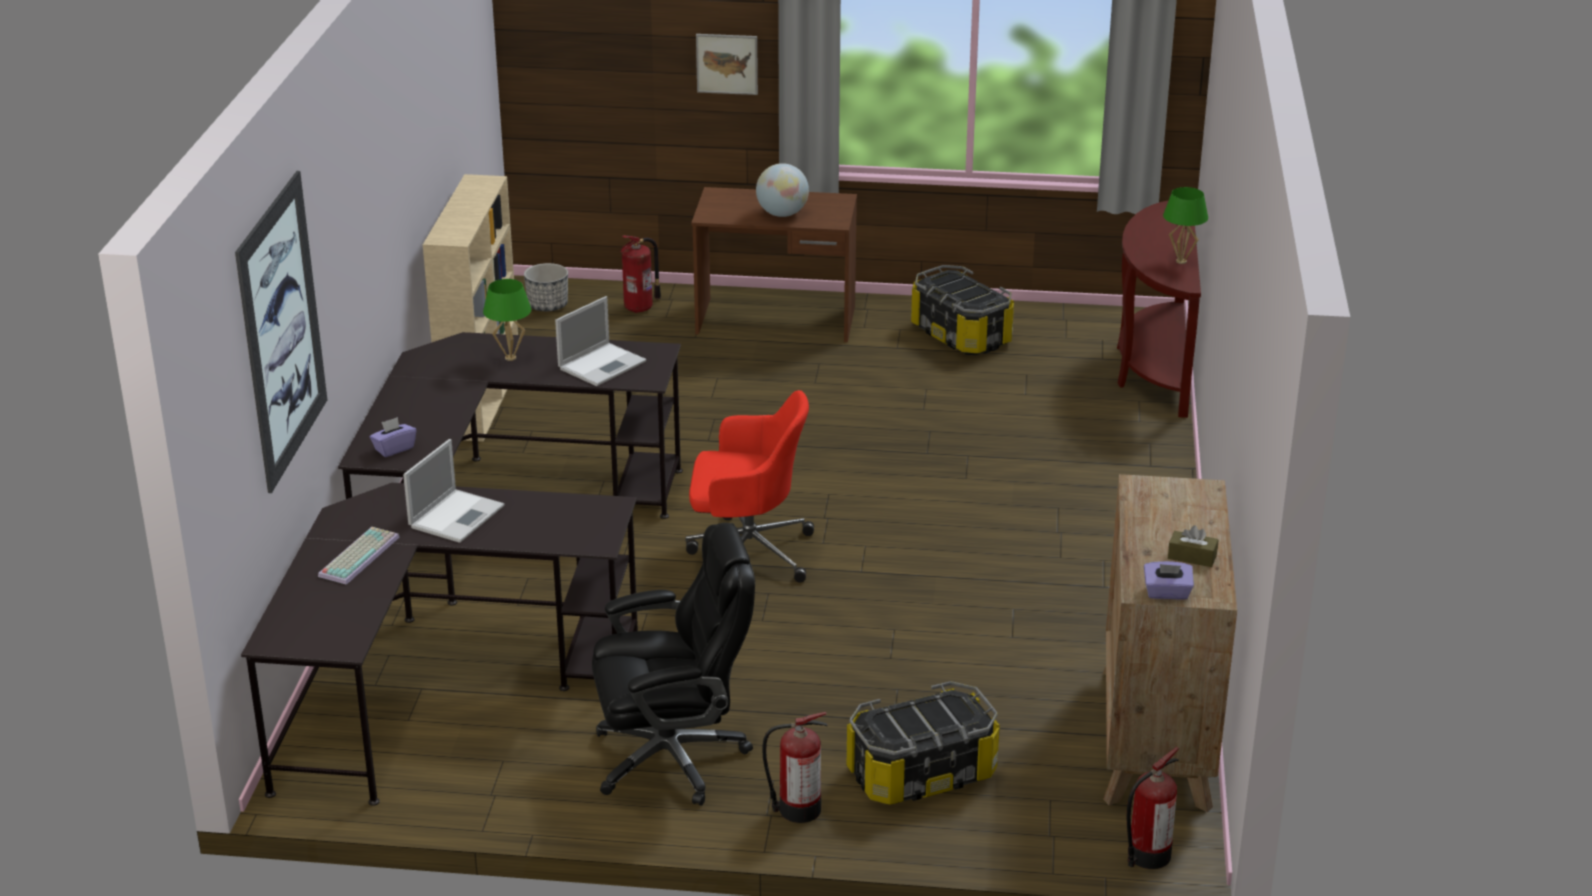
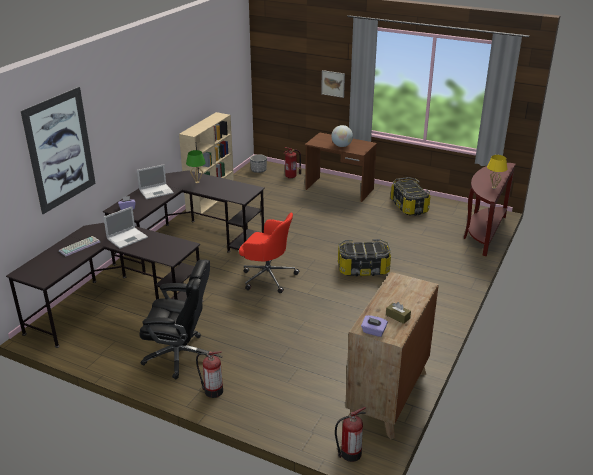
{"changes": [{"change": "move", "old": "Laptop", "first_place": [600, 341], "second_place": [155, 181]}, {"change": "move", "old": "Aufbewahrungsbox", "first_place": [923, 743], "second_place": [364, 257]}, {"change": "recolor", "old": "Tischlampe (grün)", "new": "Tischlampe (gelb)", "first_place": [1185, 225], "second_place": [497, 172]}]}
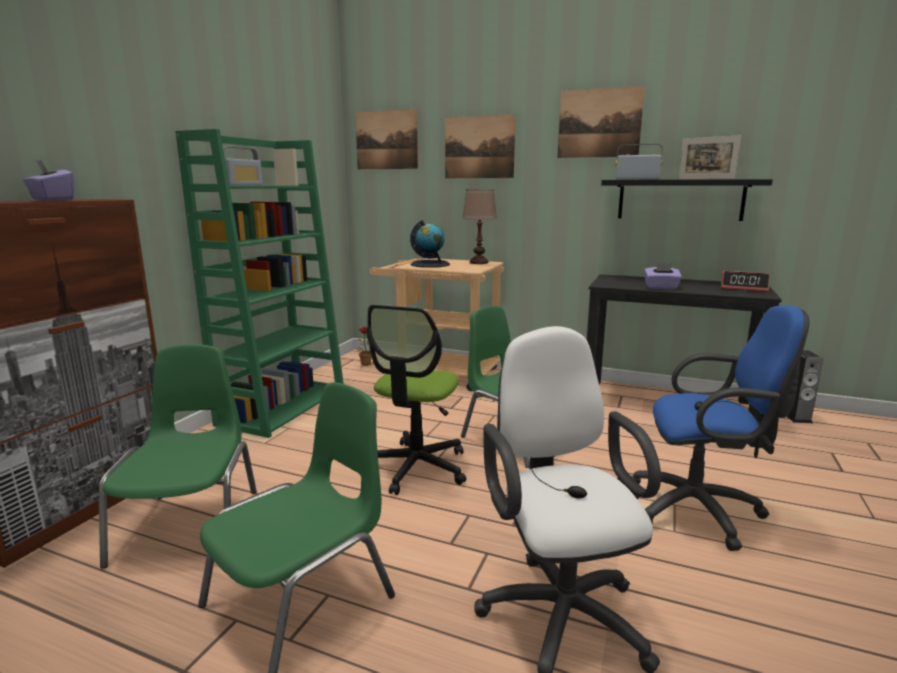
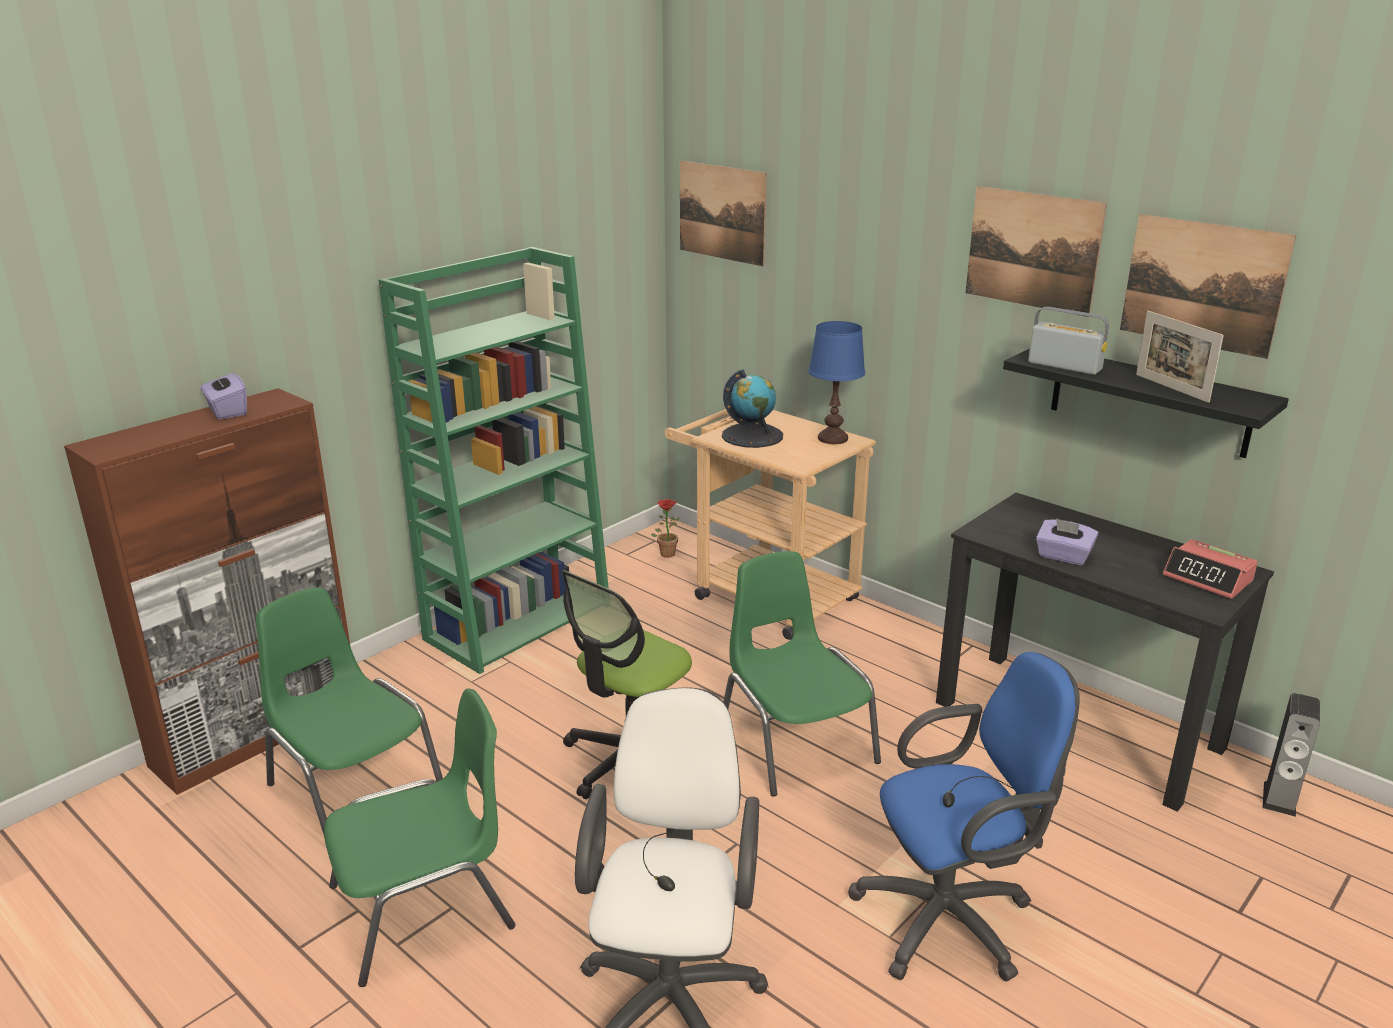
{"changes": [{"change": "rotate", "old": "Stuhl (grün)", "first_place": [178, 456], "second_place": [349, 710], "degrees": -60}, {"change": "delete", "old": "Radio", "first_place": [243, 165]}, {"change": "move", "old": "Bild", "first_place": [480, 146], "second_place": [1208, 286]}, {"change": "recolor", "old": "Tischlampe (braun)", "new": "Tischlampe (blau)", "first_place": [479, 226], "second_place": [836, 382]}, {"change": "rotate", "old": "Bürostuhl (blau)", "first_place": [720, 428], "second_place": [964, 816], "degrees": -45}]}
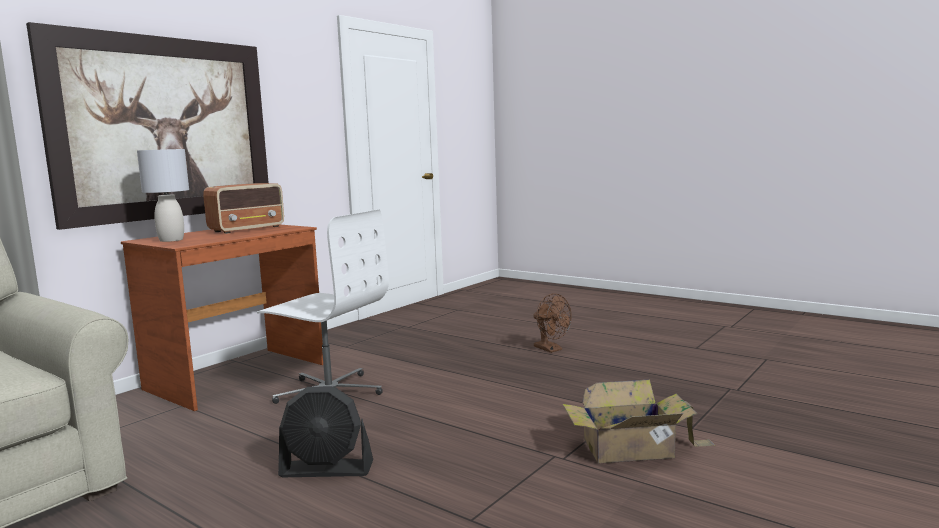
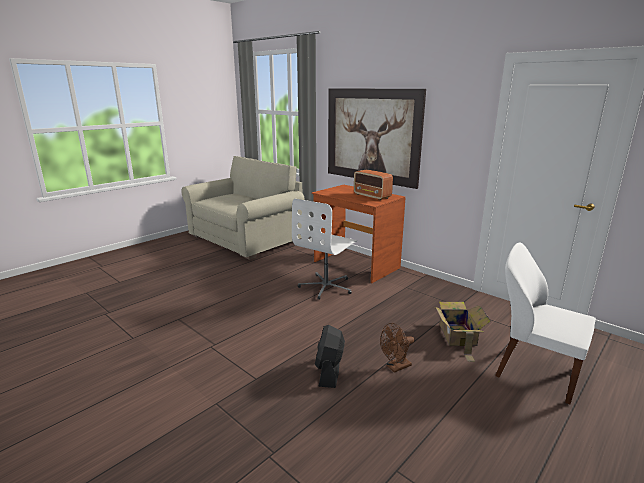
{"changes": [{"change": "delete", "old": "Tischlampe (grau)", "first_place": [163, 195]}, {"change": "move", "old": "Ventilator (schwarz)", "first_place": [325, 431], "second_place": [330, 356]}, {"change": "move", "old": "Karton", "first_place": [639, 422], "second_place": [462, 332]}, {"change": "insert", "new": "Stuhl (weiß)", "second_place": [545, 323]}]}
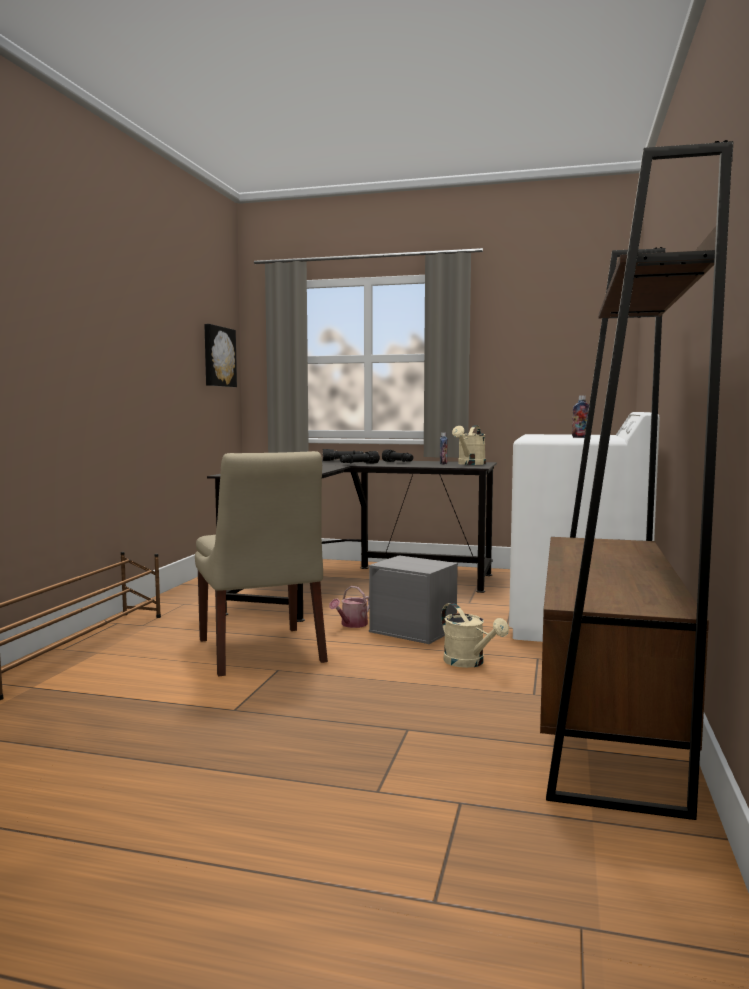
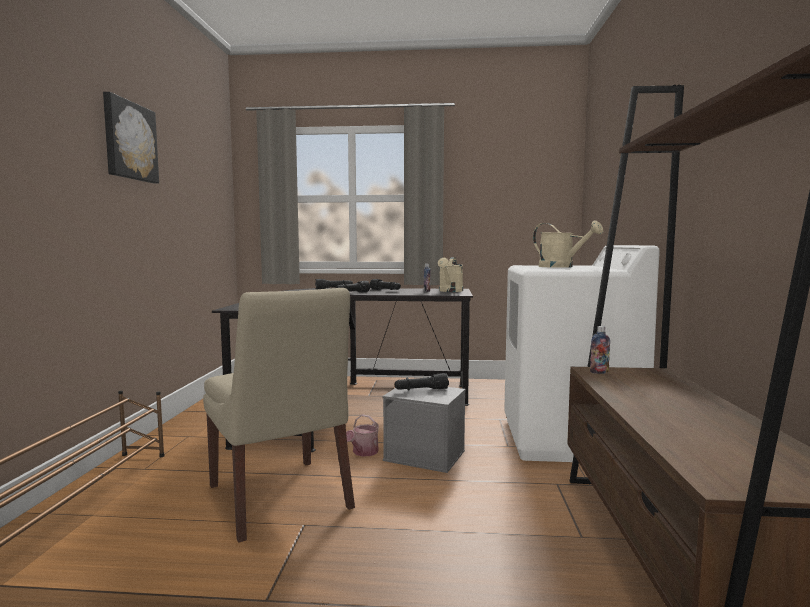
{"changes": [{"change": "move", "old": "Bild", "first_place": [220, 355], "second_place": [131, 137]}, {"change": "move", "old": "Gießkanne (beige)", "first_place": [475, 635], "second_place": [568, 244]}, {"change": "move", "old": "Flasche", "first_place": [580, 416], "second_place": [600, 350]}, {"change": "insert", "new": "Taschenlampe (schwarz)", "second_place": [422, 382]}]}
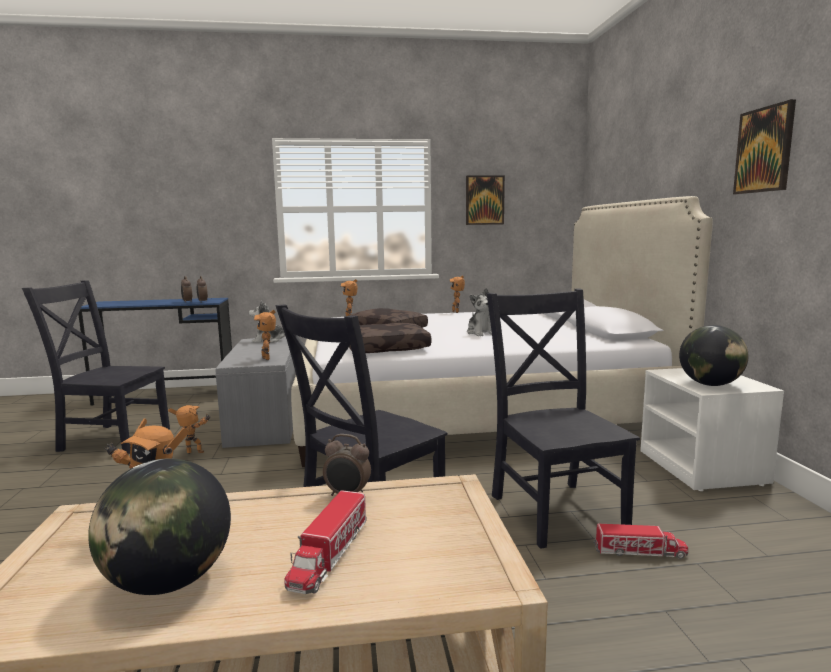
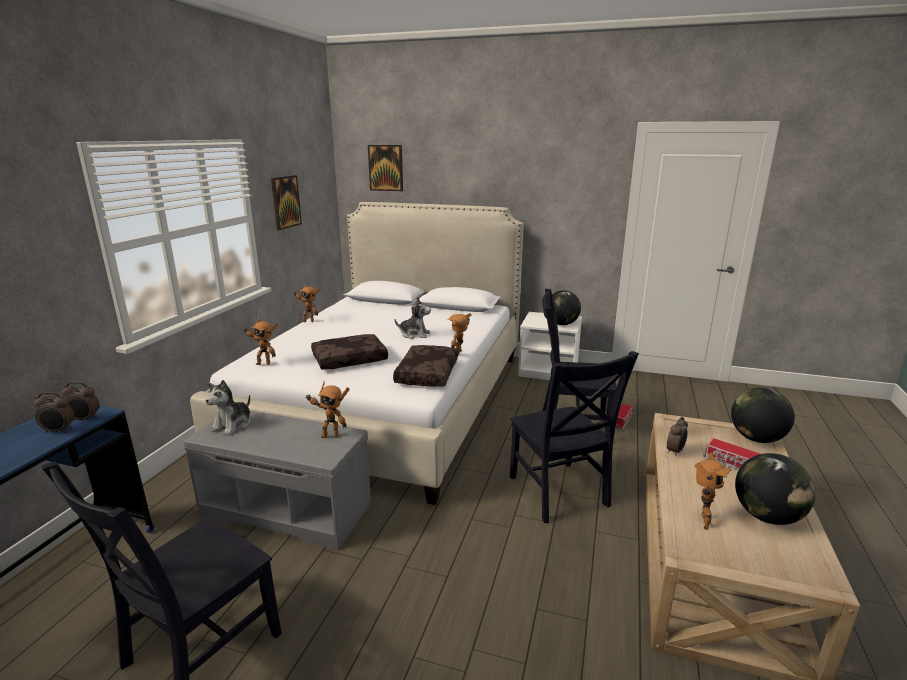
{"changes": [{"change": "move", "old": "Spielzeugroboter", "first_place": [189, 429], "second_place": [460, 334]}, {"change": "move", "old": "Bild", "first_place": [764, 146], "second_place": [385, 168]}, {"change": "insert", "new": "Globus", "second_place": [763, 415]}]}
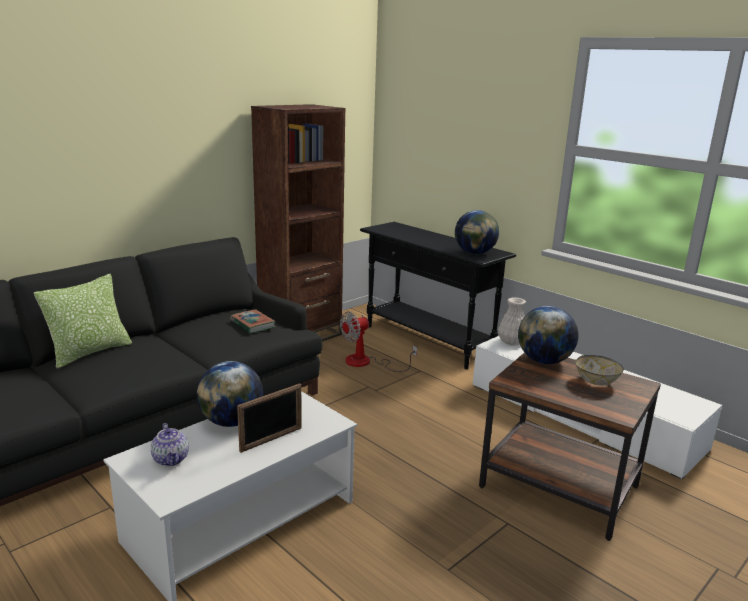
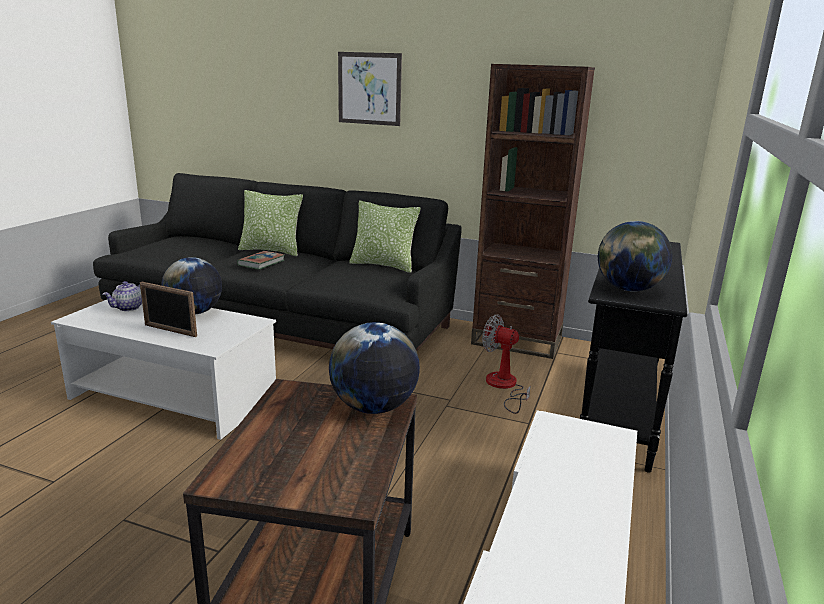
{"changes": [{"change": "move", "old": "Buch", "first_place": [252, 321], "second_place": [260, 260]}, {"change": "delete", "old": "Vase (weiß)", "first_place": [512, 321]}, {"change": "delete", "old": "Schüssel", "first_place": [600, 370]}, {"change": "insert", "new": "Bild", "second_place": [370, 89]}, {"change": "insert", "new": "Kissen", "second_place": [385, 237]}]}
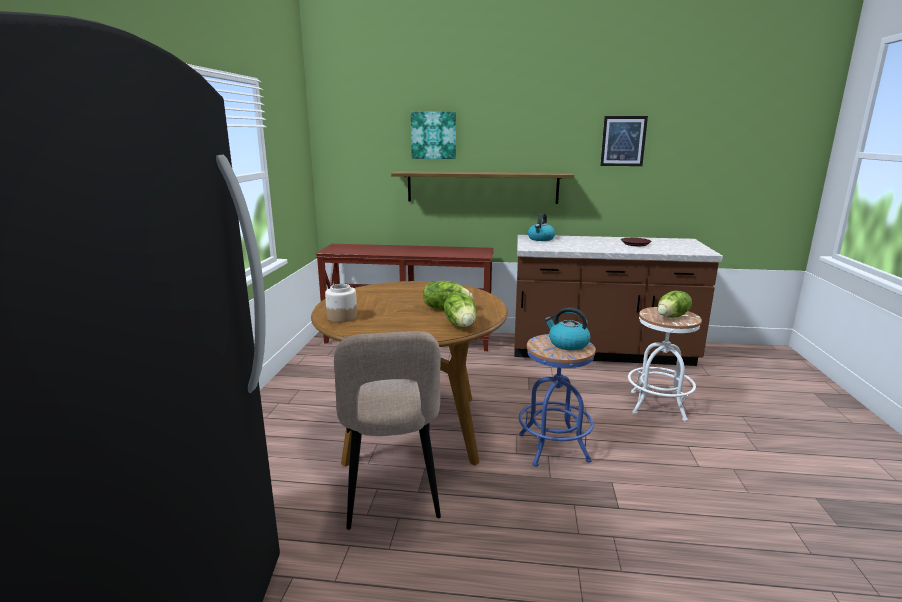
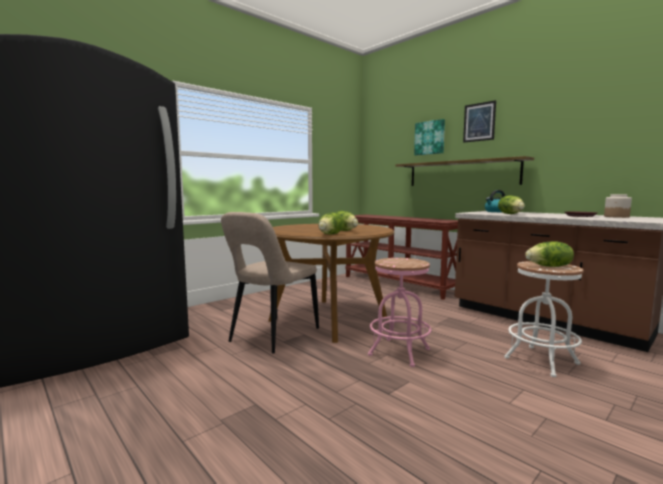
{"changes": [{"change": "move", "old": "Vorratsglas", "first_place": [341, 303], "second_place": [618, 206]}, {"change": "recolor", "old": "Hocker (blau)", "new": "Hocker (rosa)", "first_place": [557, 400], "second_place": [399, 312]}, {"change": "delete", "old": "Wasserkessel", "first_place": [568, 329]}, {"change": "move", "old": "Bild", "first_place": [624, 141], "second_place": [479, 121]}, {"change": "insert", "new": "Salatkopf", "second_place": [511, 204]}]}
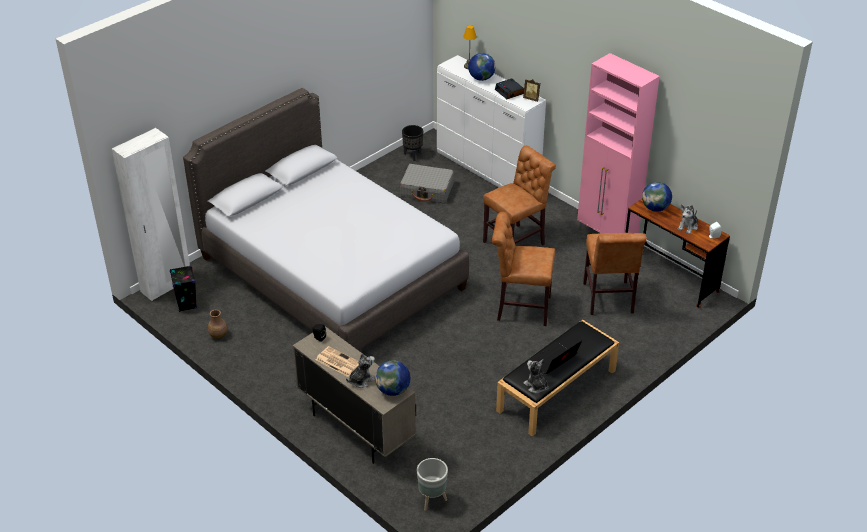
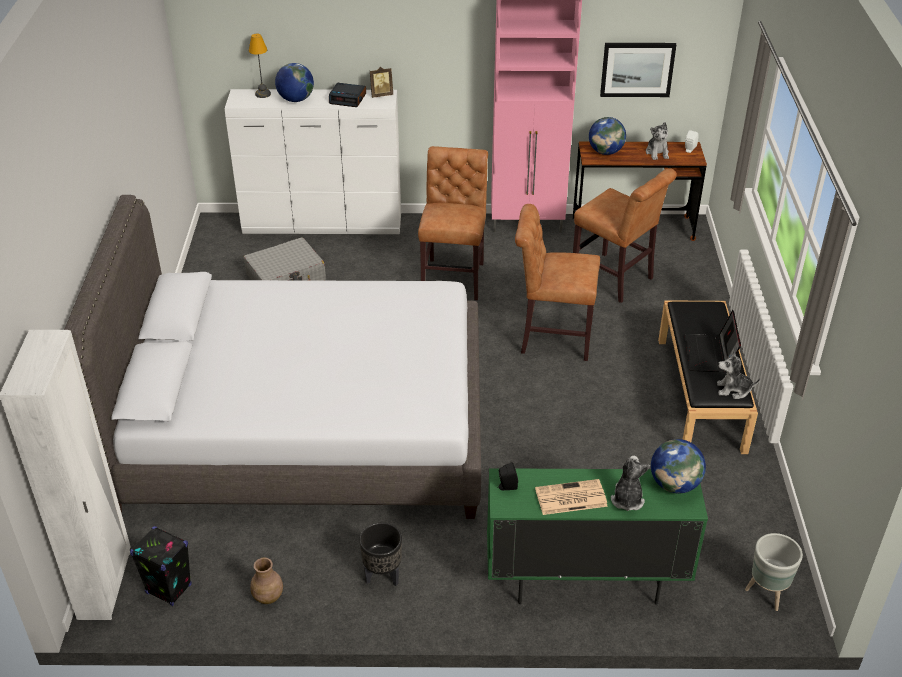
{"changes": [{"change": "recolor", "old": "Schrank (beige)", "new": "Schrank (grün)", "first_place": [354, 395], "second_place": [597, 536]}, {"change": "move", "old": "Pflanzkübel (schwarz)", "first_place": [412, 143], "second_place": [380, 554]}, {"change": "rotate", "old": "Stuhl (braun)", "first_place": [523, 269], "second_place": [557, 282], "degrees": 45}, {"change": "insert", "new": "Bild", "second_place": [638, 70]}]}
